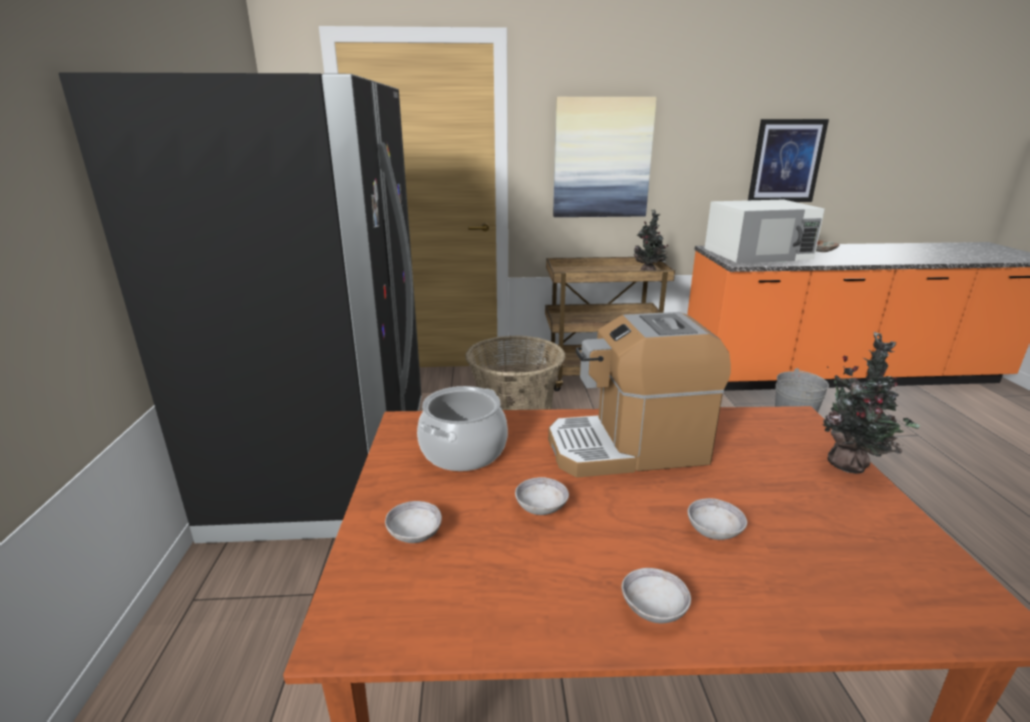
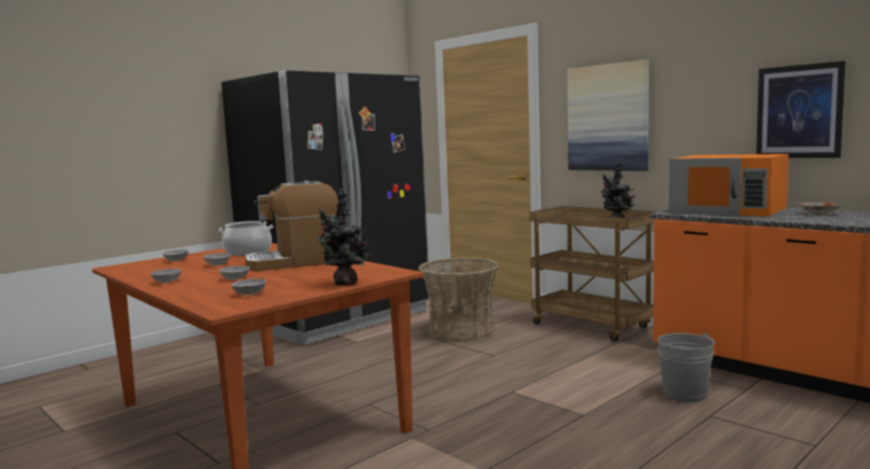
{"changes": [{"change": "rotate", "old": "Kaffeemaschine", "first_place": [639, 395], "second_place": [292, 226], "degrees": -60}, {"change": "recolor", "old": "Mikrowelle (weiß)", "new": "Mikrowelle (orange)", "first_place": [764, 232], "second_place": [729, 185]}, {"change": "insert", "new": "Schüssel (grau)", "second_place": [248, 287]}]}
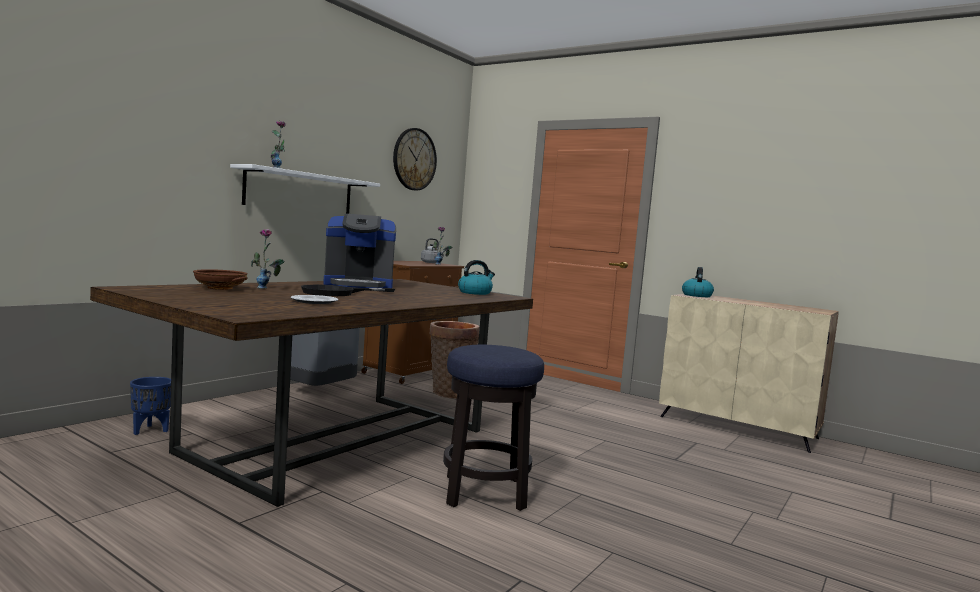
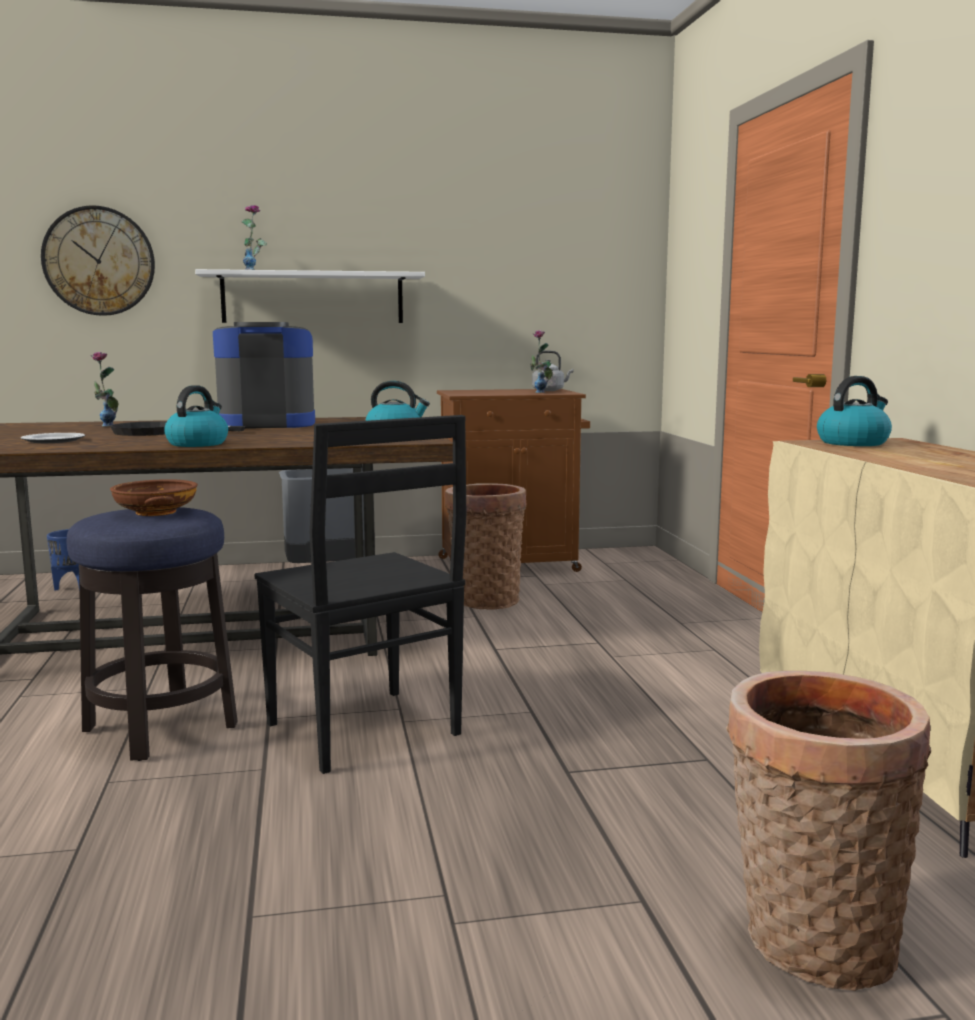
{"changes": [{"change": "move", "old": "Schüssel (braun)", "first_place": [220, 279], "second_place": [154, 497]}, {"change": "rotate", "old": "Kaffeemaschine", "first_place": [359, 250], "second_place": [264, 375], "degrees": 135}, {"change": "move", "old": "Wanduhr", "first_place": [415, 159], "second_place": [98, 260]}, {"change": "insert", "new": "Wasserkessel", "second_place": [196, 416]}, {"change": "insert", "new": "Stuhl (schwarz)", "second_place": [360, 594]}, {"change": "insert", "new": "Korb", "second_place": [828, 831]}]}
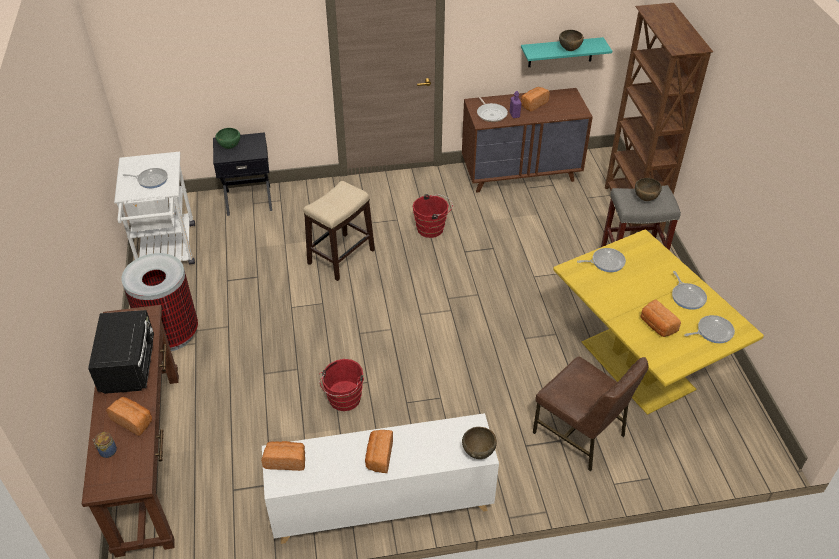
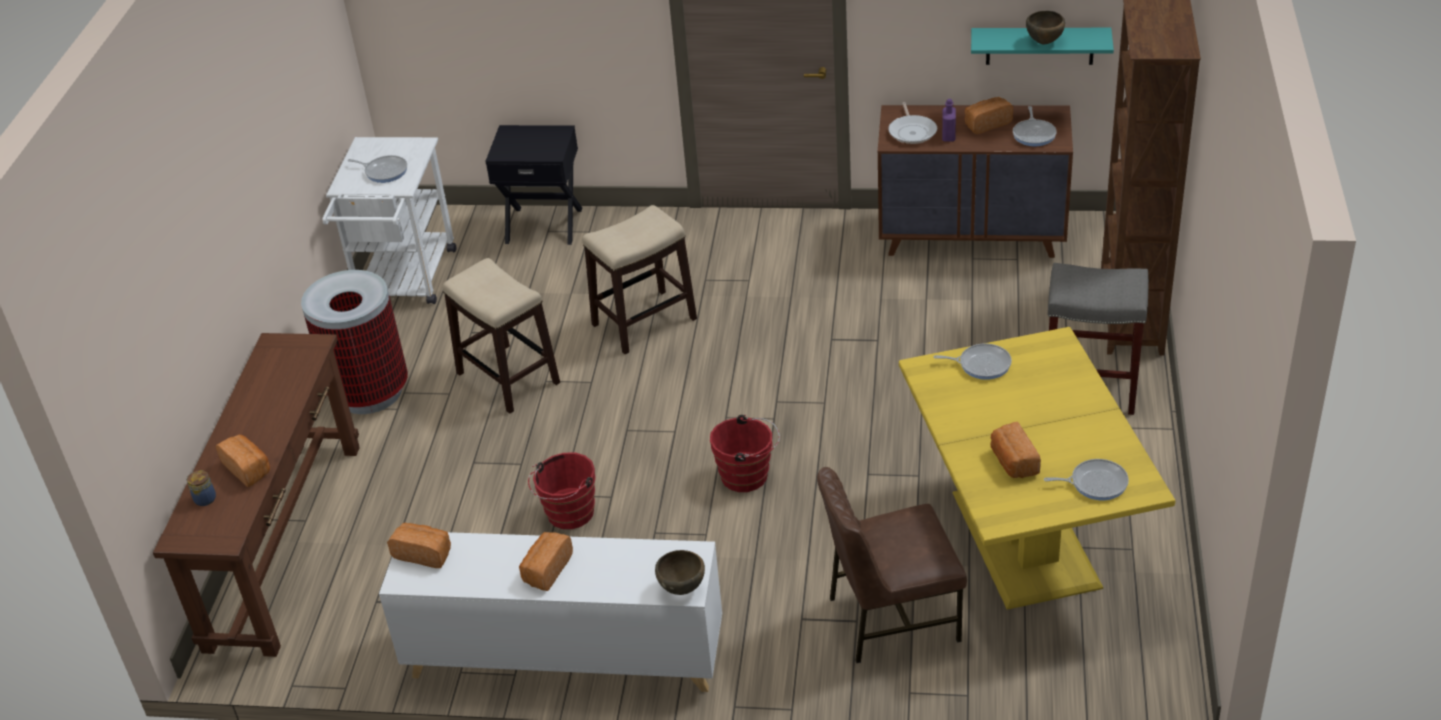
{"changes": [{"change": "delete", "old": "Mikrowelle (schwarz)", "first_place": [121, 352]}, {"change": "delete", "old": "Schüssel (grün)", "first_place": [227, 138]}, {"change": "move", "old": "Eimer (rot)", "first_place": [433, 216], "second_place": [745, 453]}, {"change": "rotate", "old": "Stuhl (braun)", "first_place": [590, 413], "second_place": [892, 565], "degrees": 105}, {"change": "delete", "old": "Schüssel (braun)", "first_place": [648, 189]}, {"change": "move", "old": "Pfanne", "first_place": [689, 290], "second_place": [1035, 126]}, {"change": "insert", "new": "Hocker", "second_place": [501, 336]}]}
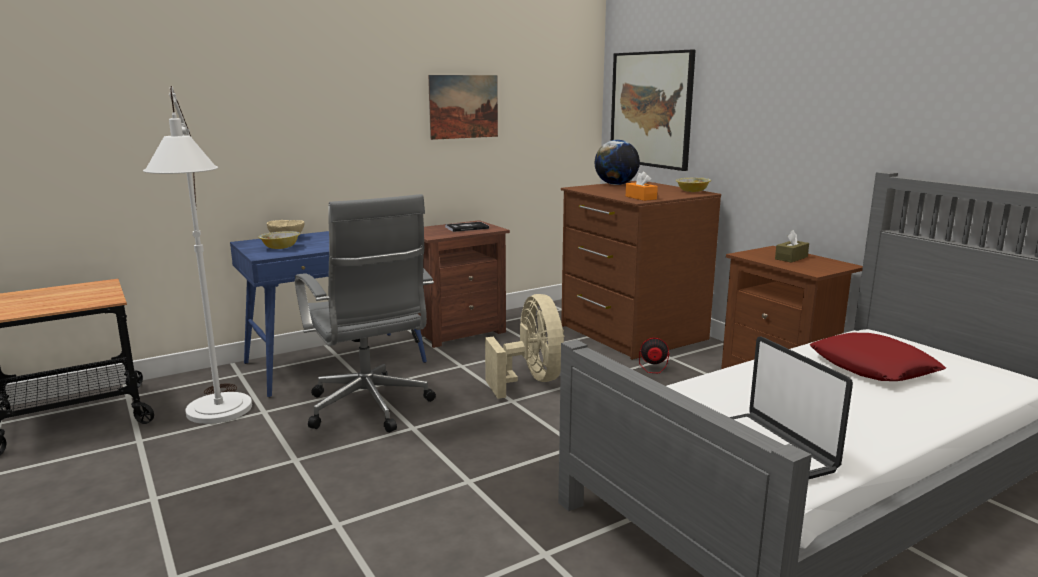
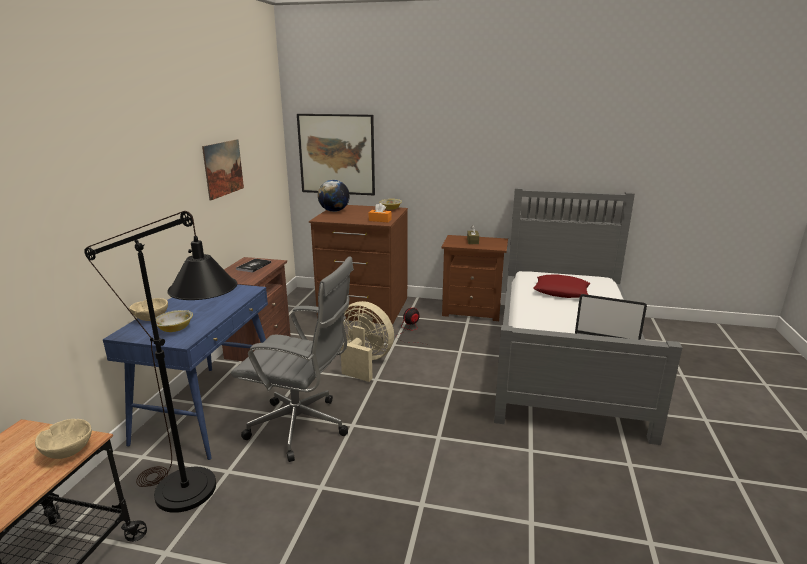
{"changes": [{"change": "recolor", "old": "Stehlampe (weiß)", "new": "Stehlampe (schwarz)", "first_place": [197, 255], "second_place": [160, 362]}, {"change": "insert", "new": "Schüssel (beige)", "second_place": [63, 439]}]}
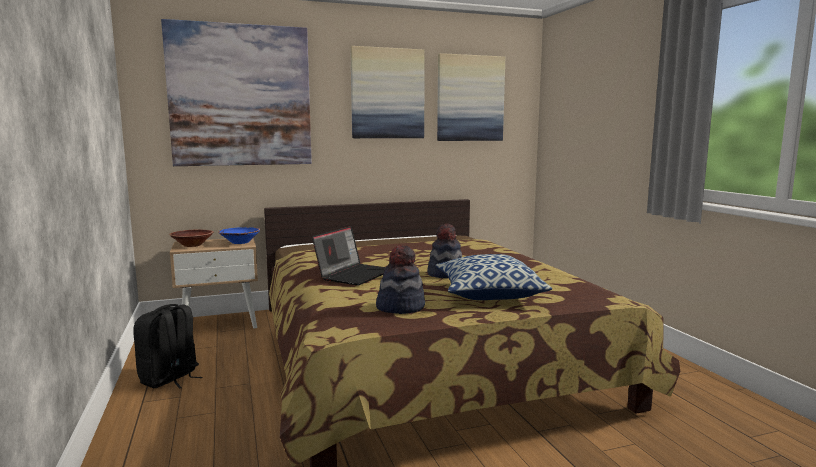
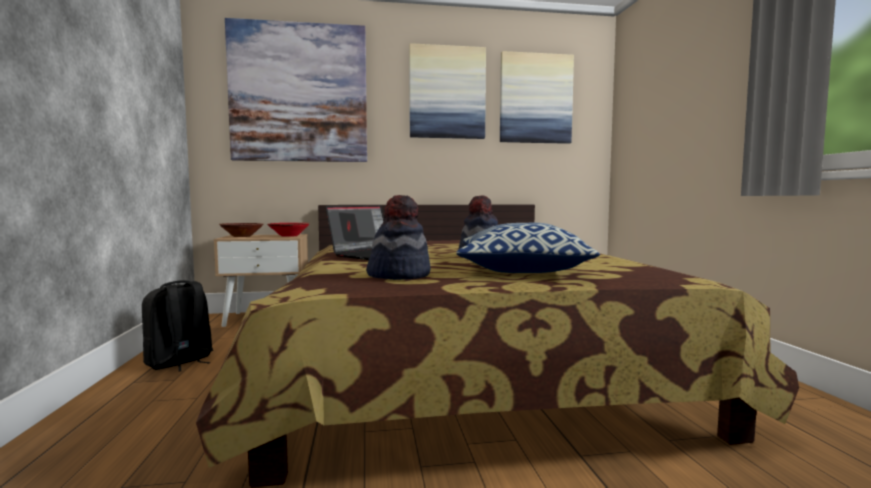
{"changes": [{"change": "recolor", "old": "Schüssel (blau)", "new": "Schüssel (rot)", "first_place": [239, 235], "second_place": [288, 230]}]}
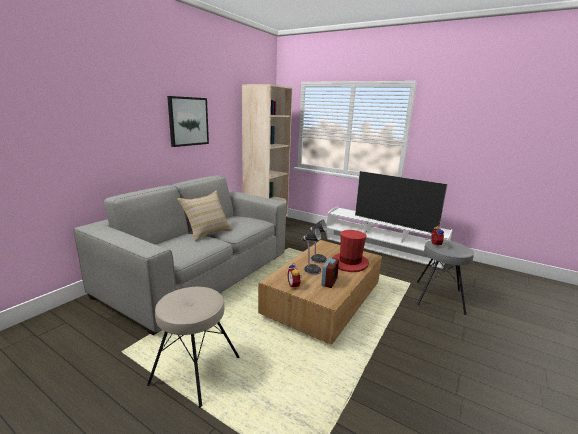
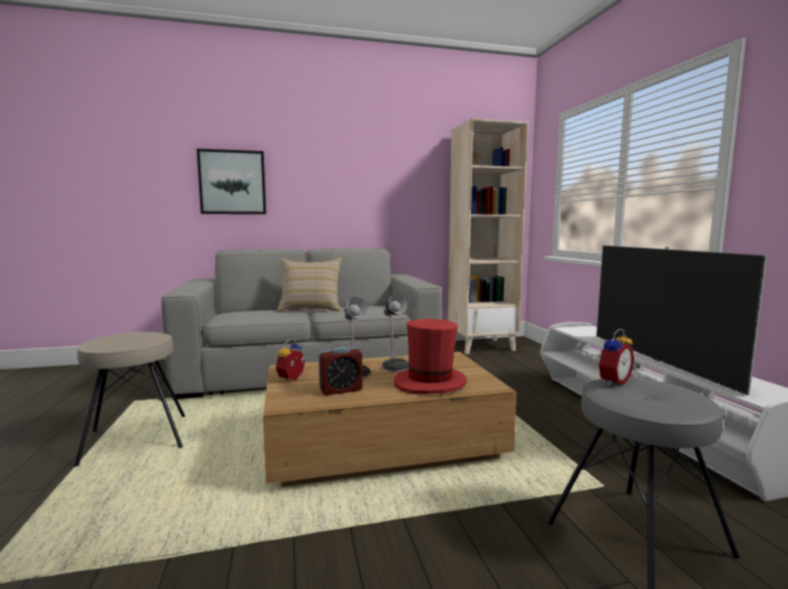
{"changes": [{"change": "move", "old": "Bild", "first_place": [188, 121], "second_place": [231, 181]}]}
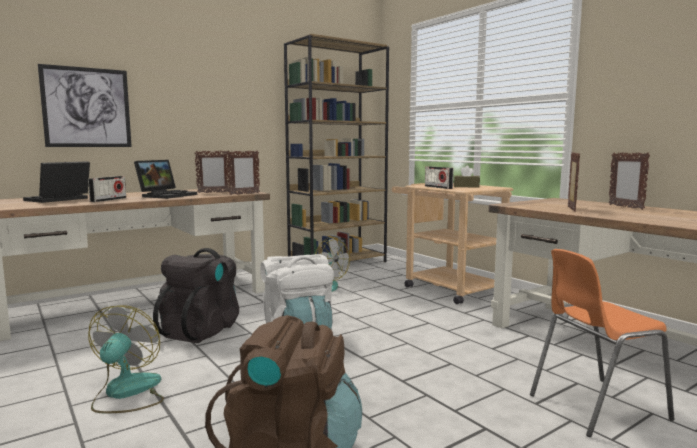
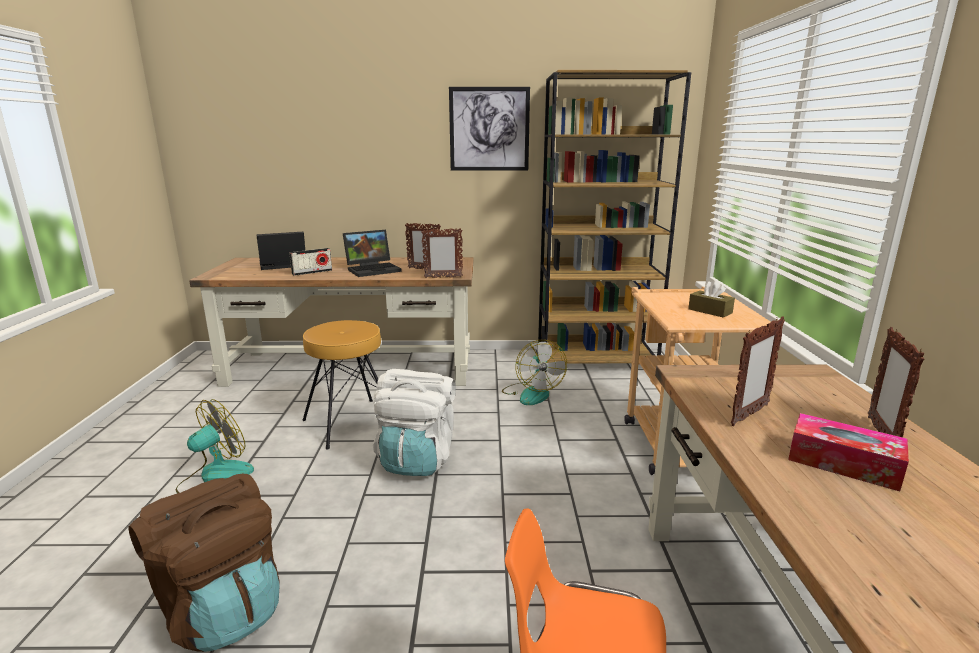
{"changes": [{"change": "move", "old": "Bild", "first_place": [85, 105], "second_place": [489, 129]}, {"change": "replace", "old": "Rucksack (schwarz)", "new": "Hocker (braun)", "first_place": [196, 295], "second_place": [341, 385]}, {"change": "delete", "old": "Radio", "first_place": [439, 177]}, {"change": "insert", "new": "Taschentuchbox", "second_place": [848, 452]}]}
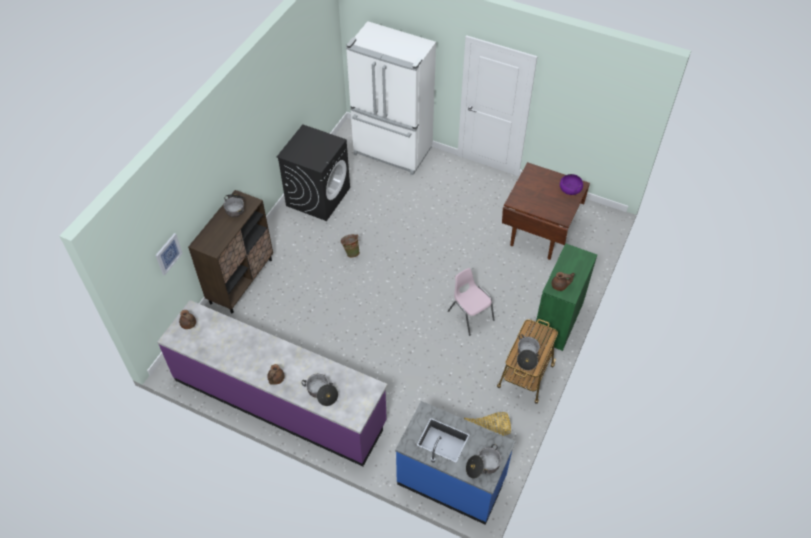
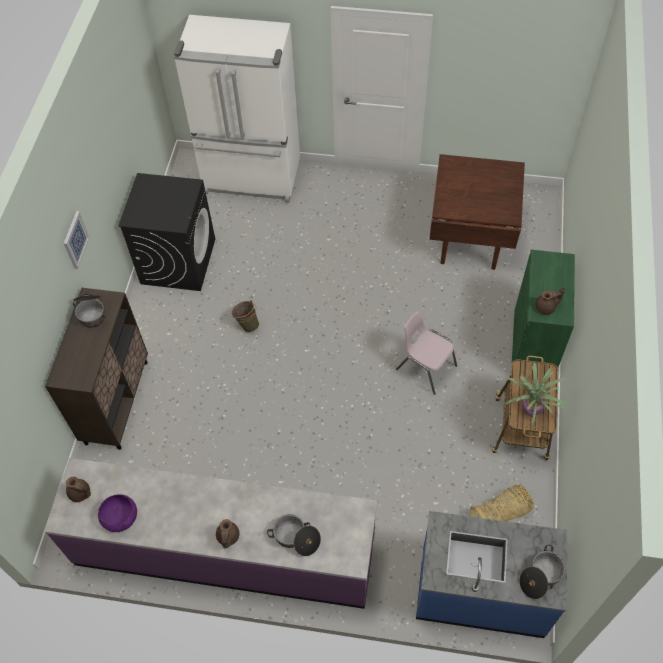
{"changes": [{"change": "move", "old": "Bild", "first_place": [169, 254], "second_place": [77, 240]}, {"change": "replace", "old": "Kochtopf", "new": "Topfpflanze", "first_place": [528, 352], "second_place": [535, 393]}, {"change": "move", "old": "Schüssel (lila)", "first_place": [571, 184], "second_place": [117, 513]}]}
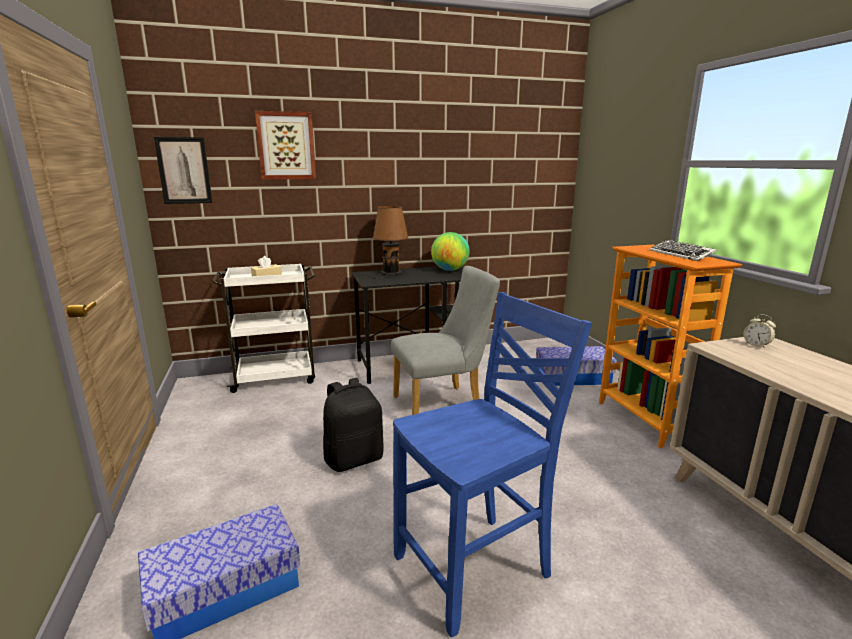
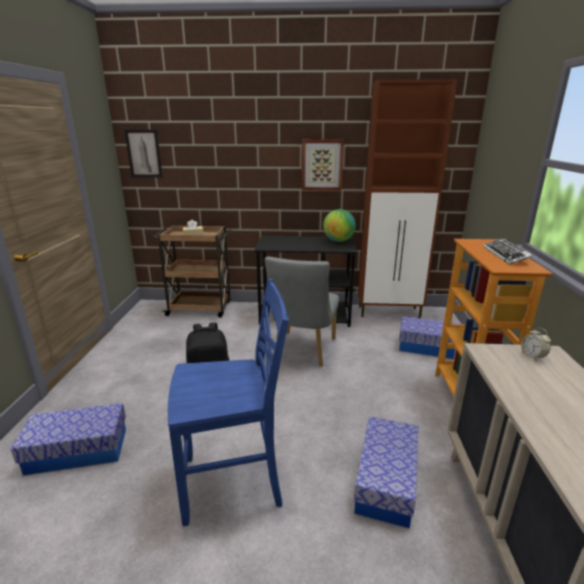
{"changes": [{"change": "recolor", "old": "Rollwagen (weiß)", "new": "Rollwagen (braun)", "first_place": [263, 328], "second_place": [192, 271]}, {"change": "move", "old": "Bild", "first_place": [285, 145], "second_place": [323, 165]}, {"change": "delete", "old": "Tischlampe (braun)", "first_place": [383, 242]}, {"change": "rotate", "old": "Stuhl (grau)", "first_place": [445, 340], "second_place": [302, 311], "degrees": 105}, {"change": "insert", "new": "Aufbewahrungsbox", "second_place": [386, 472]}, {"change": "insert", "new": "Schrank (braun)", "second_place": [407, 198]}]}
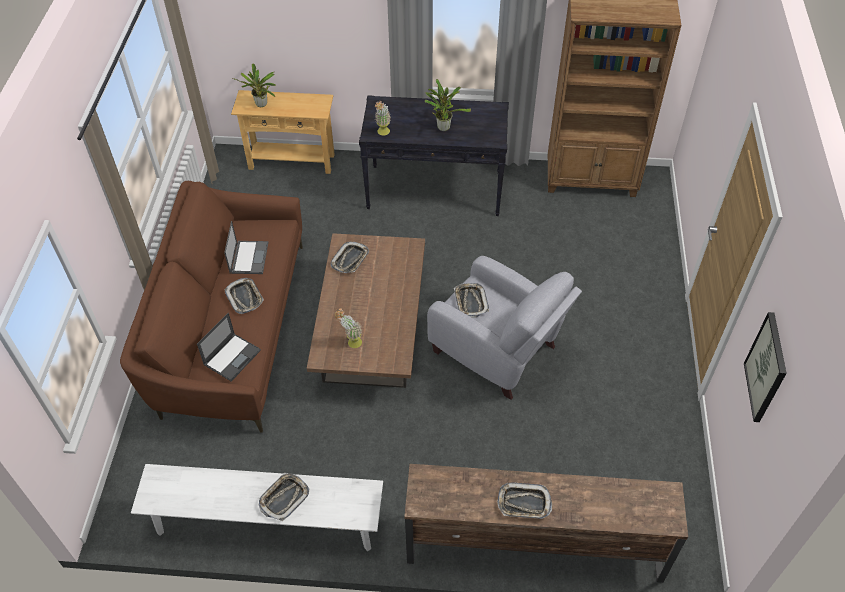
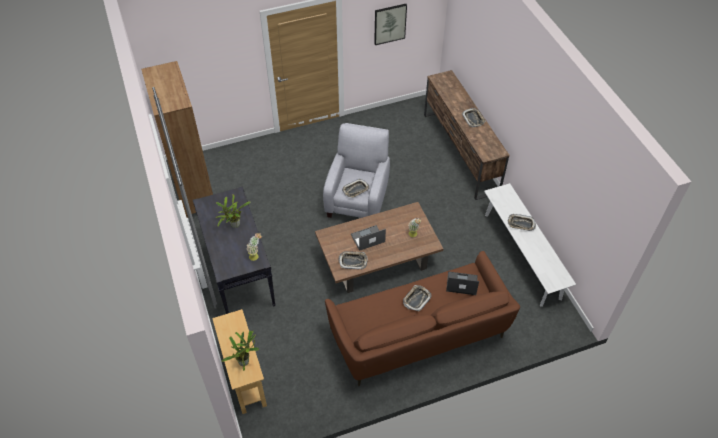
{"changes": [{"change": "move", "old": "Laptop", "first_place": [246, 247], "second_place": [368, 238]}]}
